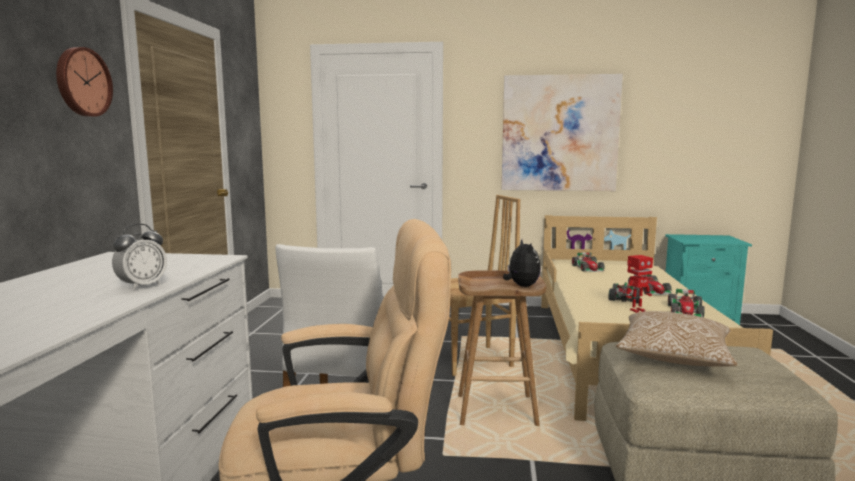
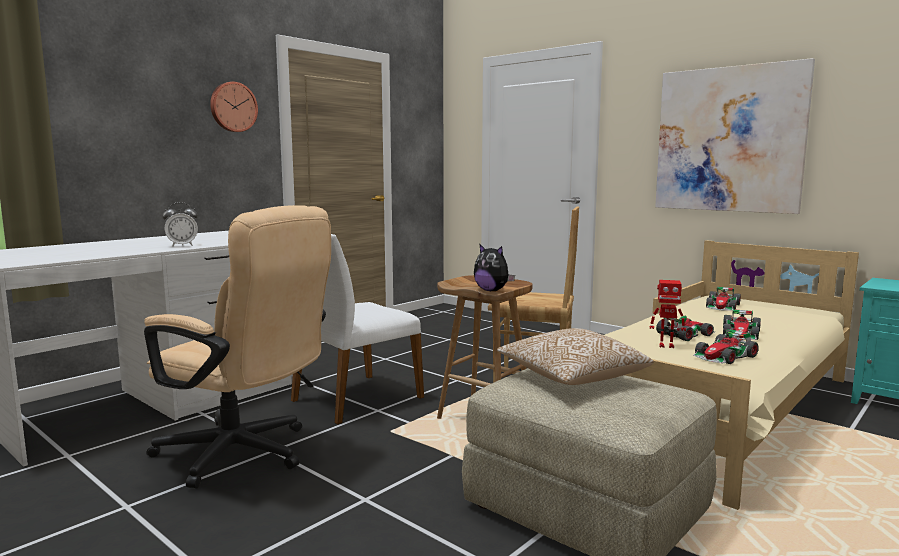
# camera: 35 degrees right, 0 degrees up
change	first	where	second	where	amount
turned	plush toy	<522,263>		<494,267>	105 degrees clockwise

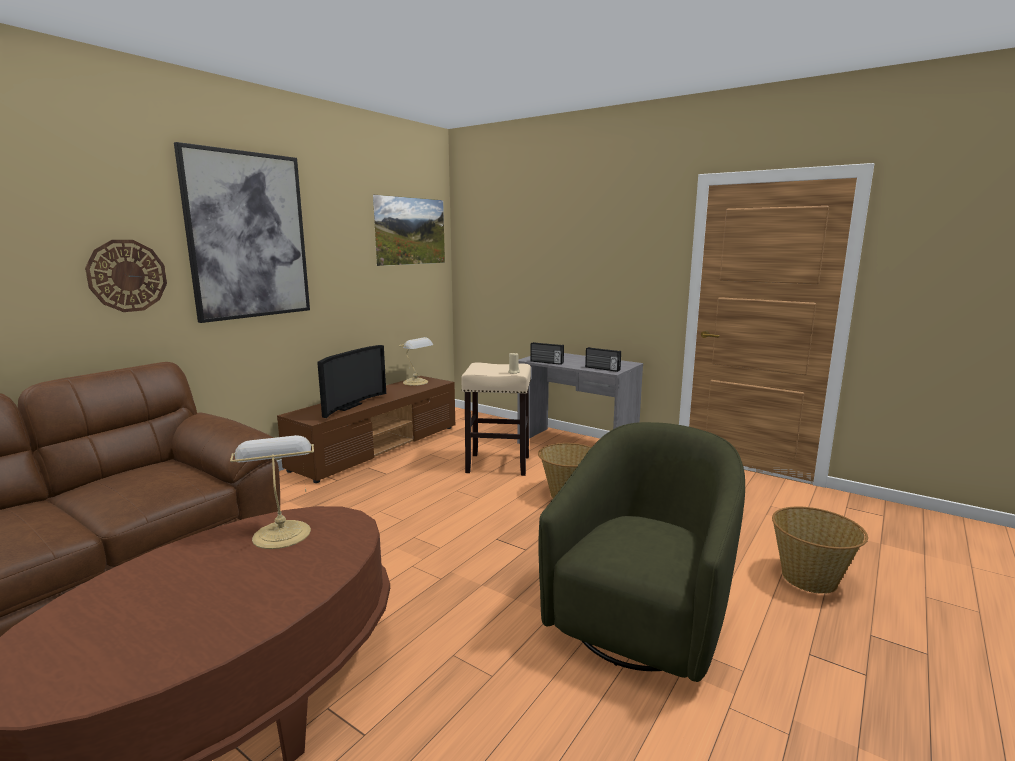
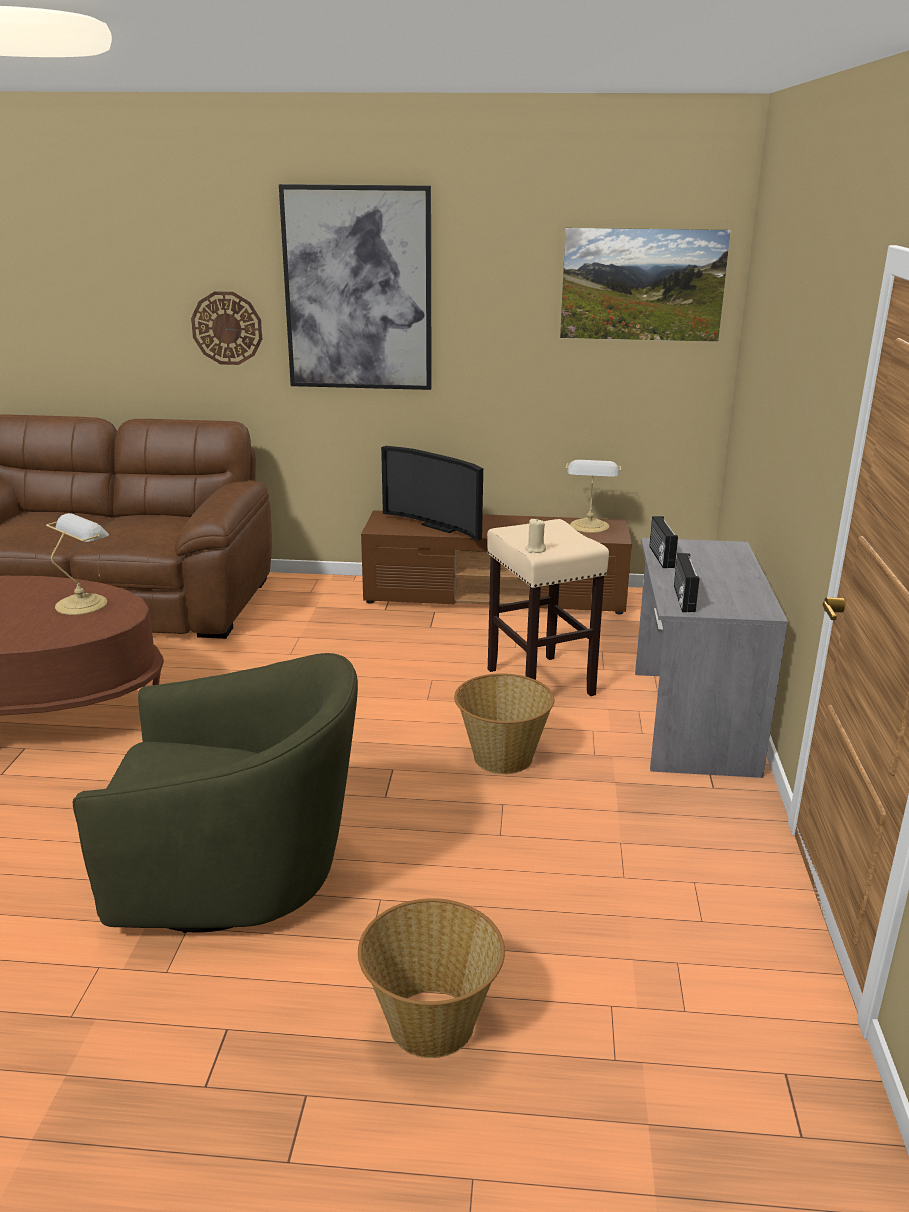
# camera: 60 degrees right, 10 degrees up
change	first	where	second	where	amount
turned	television	<351,381>		<432,493>	45 degrees clockwise

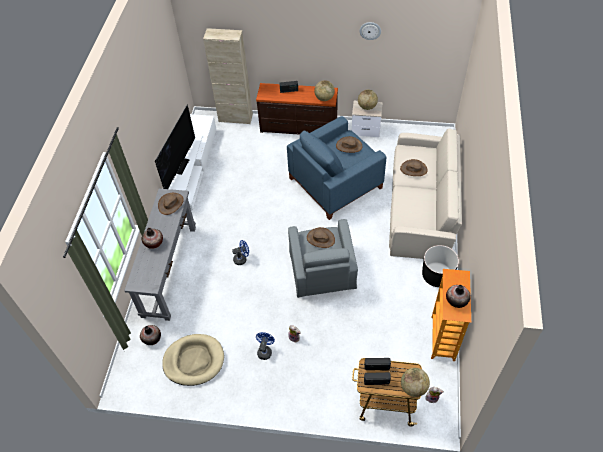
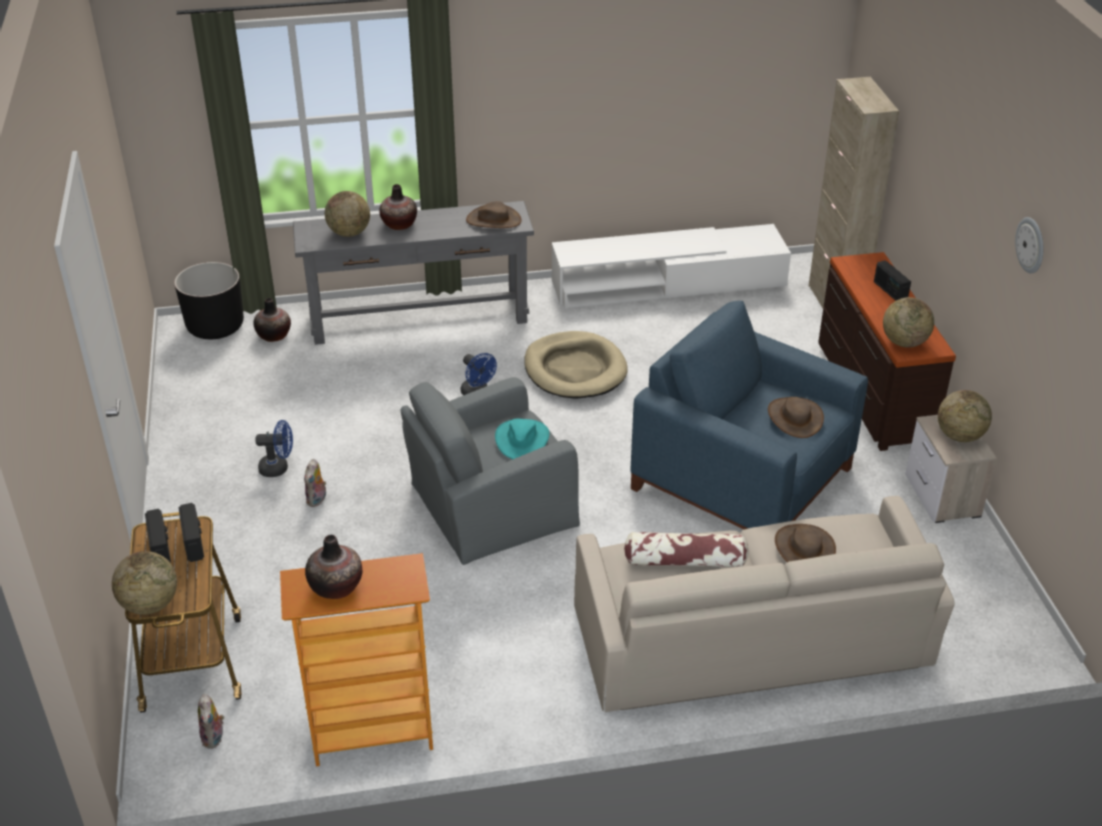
# camera: 70 degrees right, 15 degrees down
change	first	where	second	where	amount
removed	television	<175,146>			
moved	dog bed (beige)	<193,360>		<576,365>	
recoloured	hat (brown)	<321,237>	hat (turquoise)	<522,438>	
moved	planter (black)	<440,266>		<209,300>	
added			globe	<347,214>	
added			pillow	<686,549>	

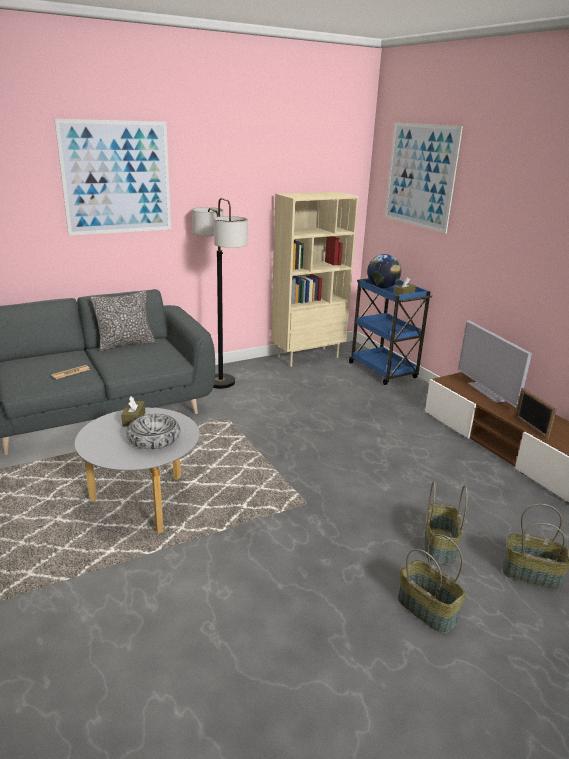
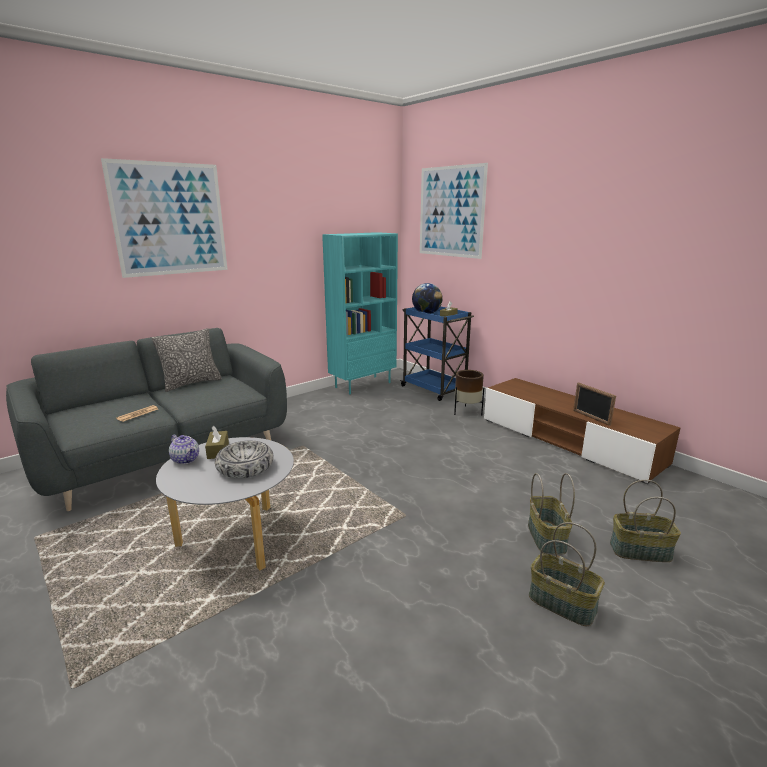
# camera: 10 degrees left, 5 degrees down
change	first	where	second	where	amount
removed	floor lamp	<220,293>			
recoloured	bookcase (beige)	<315,279>	bookcase (turquoise)	<360,313>	
removed	television	<495,364>			
added			teapot	<184,449>	
added			planter (brown)	<469,393>	

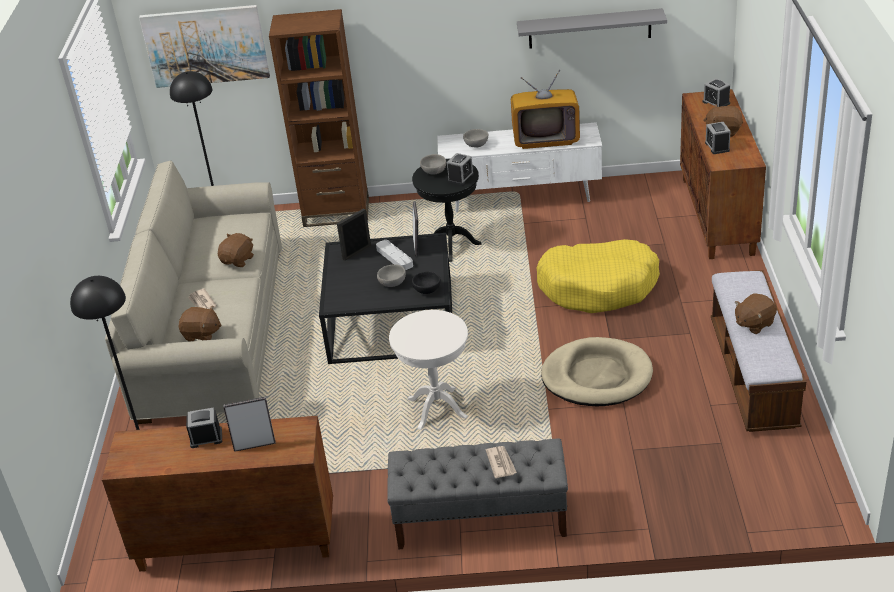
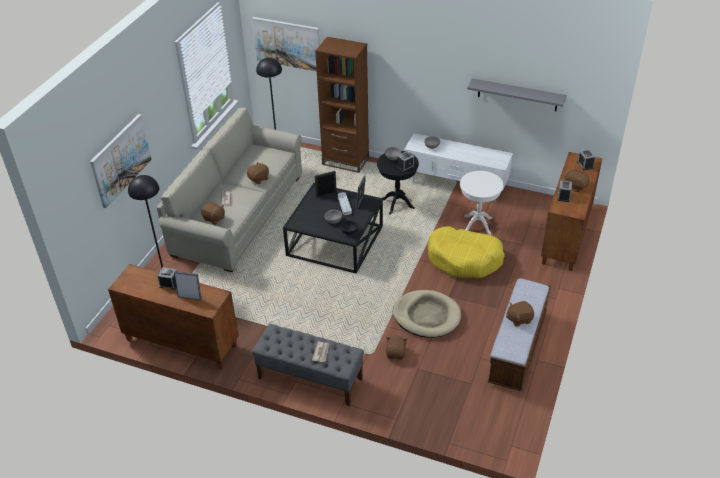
# camera: 20 degrees right, 5 degrees up
change	first	where	second	where	amount
moved	side table (white)	<428,370>		<481,203>	
removed	television	<545,109>			
added			picture	<121,161>	
added			plush toy (brown)	<396,348>	

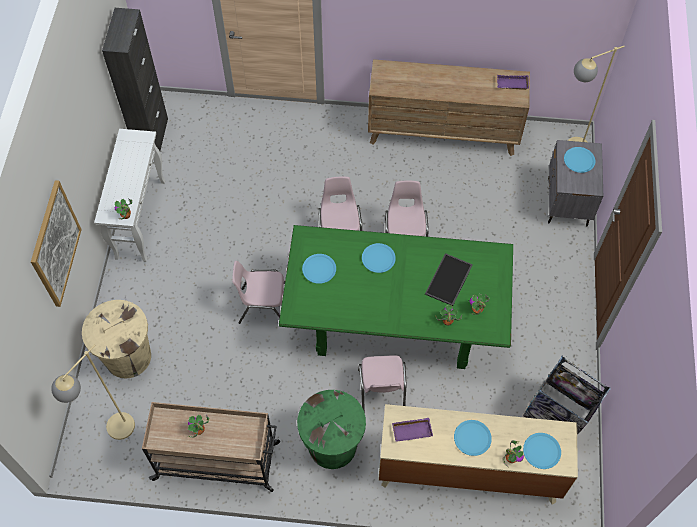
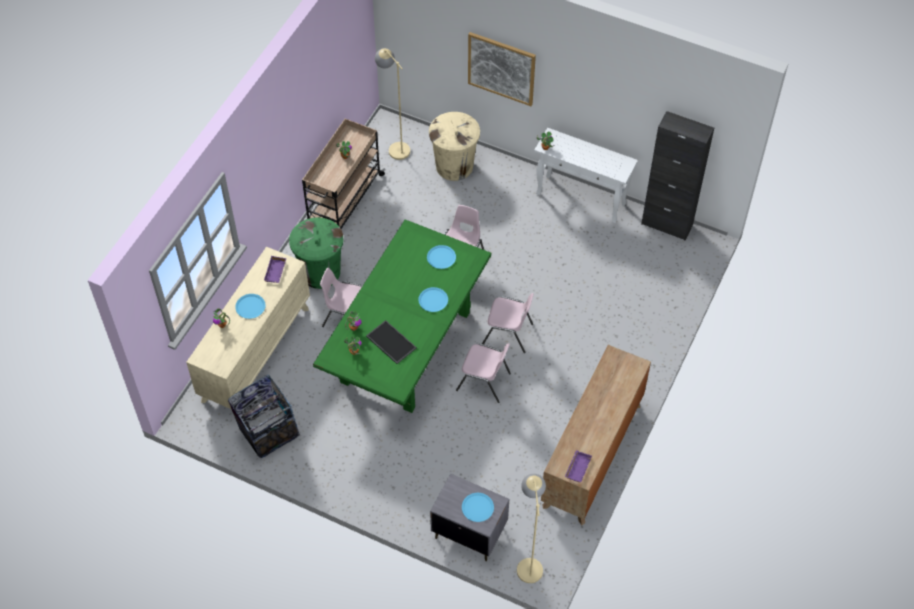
# camera: 110 degrees right, 5 degrees down
change	first	where	second	where	amount
removed	plate (blue)	<542,451>			

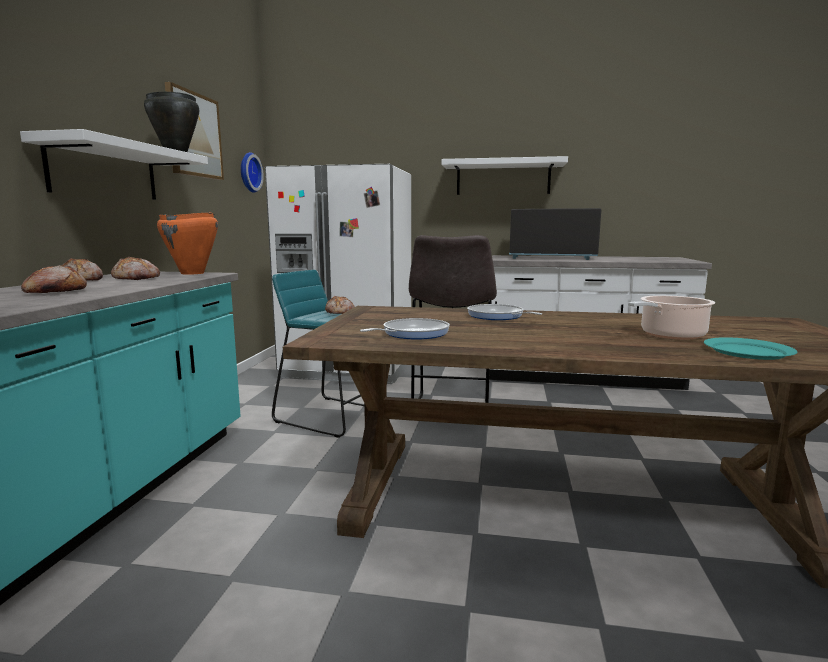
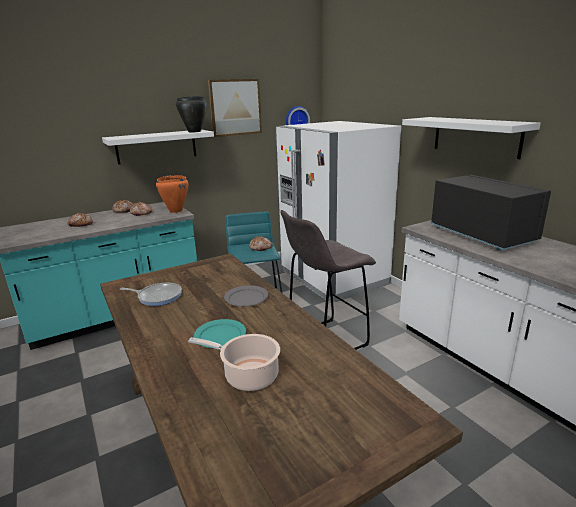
# camera: 50 degrees right, 10 degrees up
change	first	where	second	where	amount
replaced	frying pan	<504,312>	plate (grey)	<246,295>	
moved	plate (turquoise)	<750,348>		<220,333>	

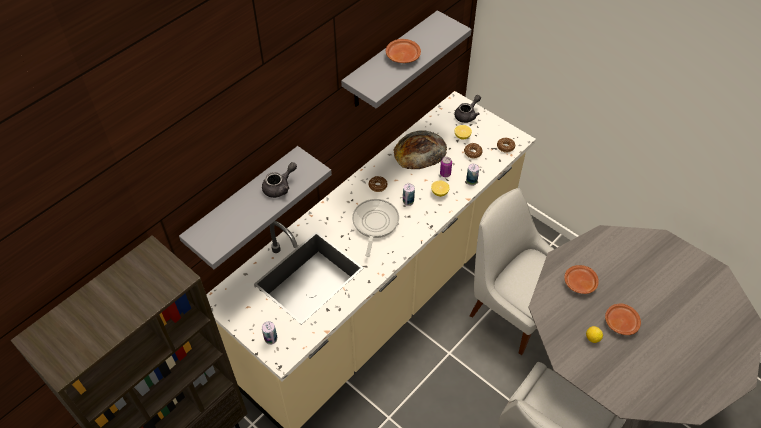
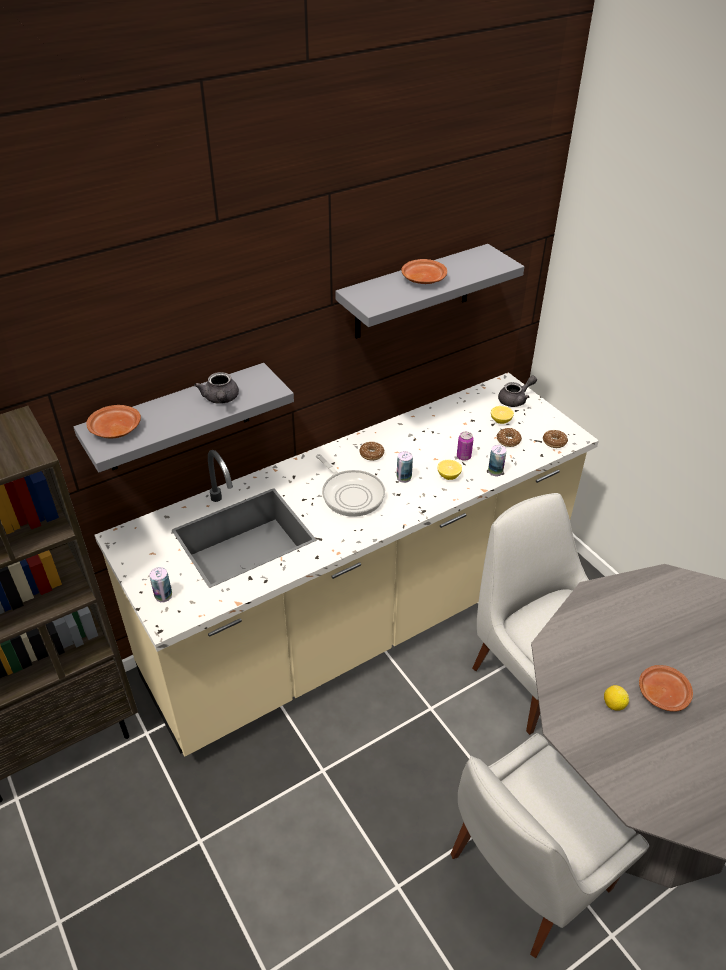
# camera: 15 degrees right, 10 degrees down
change	first	where	second	where	amount
turned	teapot (grey)	<279,180>		<216,388>	105 degrees clockwise
turned	frying pan	<375,228>		<350,485>	120 degrees clockwise
removed	bread	<420,149>			
moved	plate (brown)	<581,279>		<113,422>	

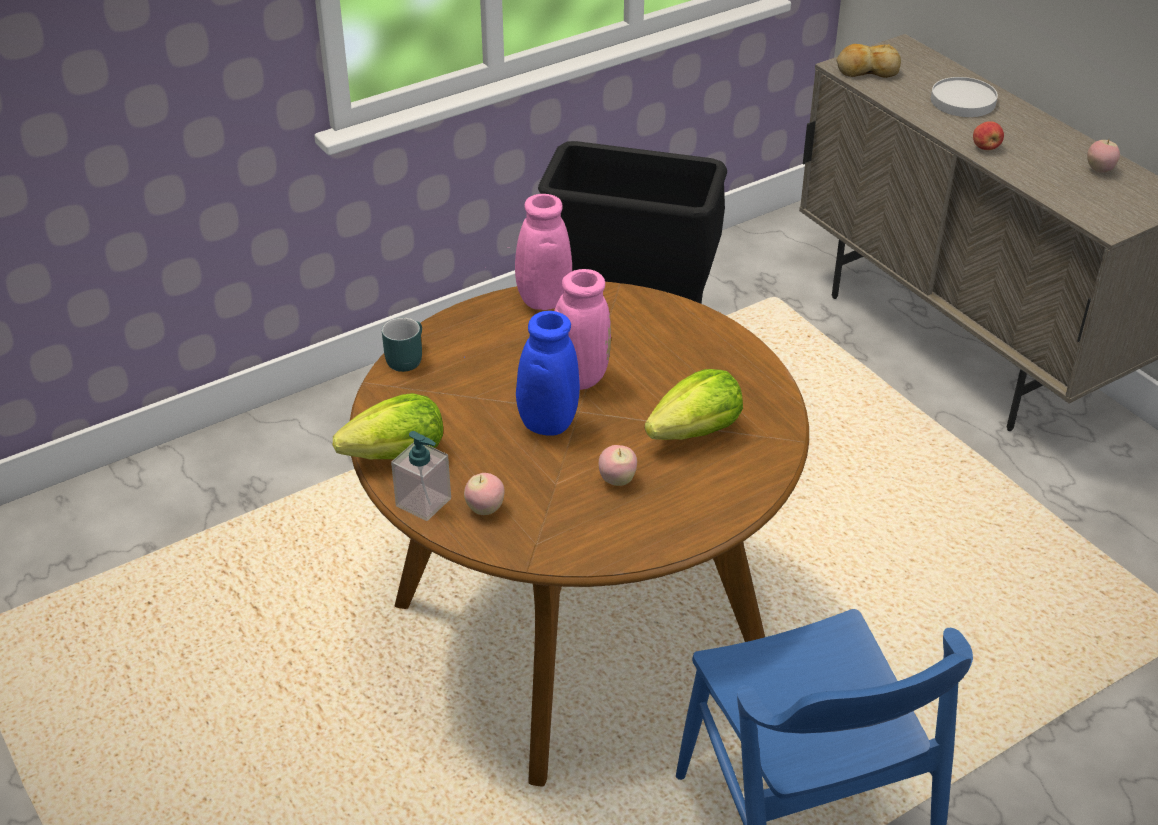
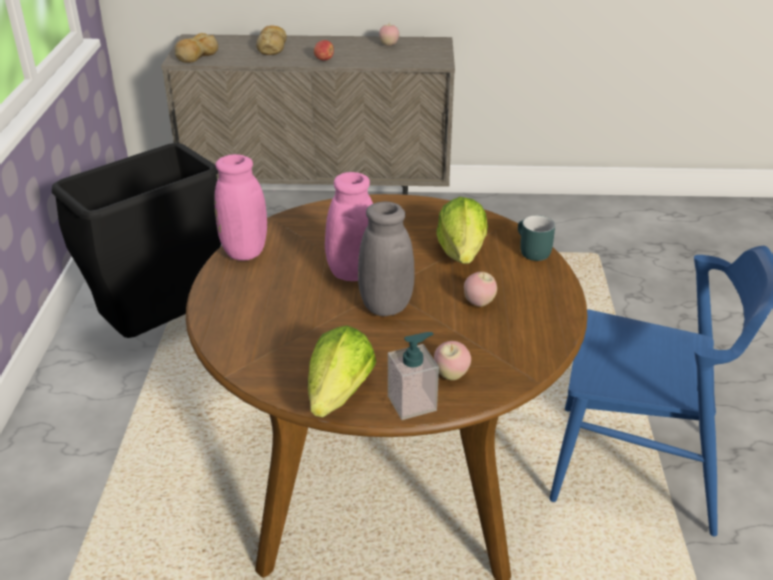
# camera: 55 degrees left, 5 degrees down
change	first	where	second	where	amount
moved	mug (turquoise)	<402,345>		<536,238>	
recoloured	vase (blue)	<521,373>	vase (grey)	<386,259>	
replaced	plate (white)	<964,97>	bread	<271,40>	

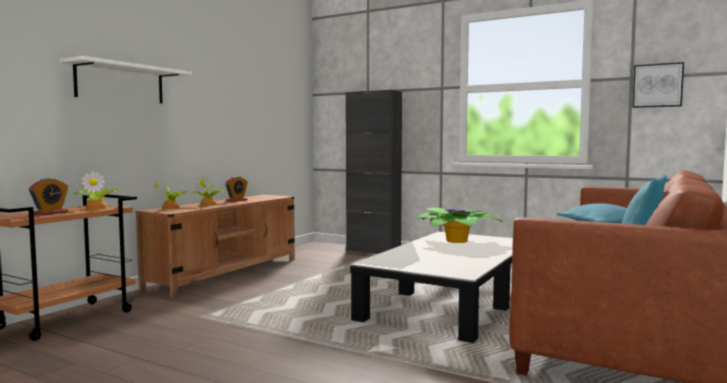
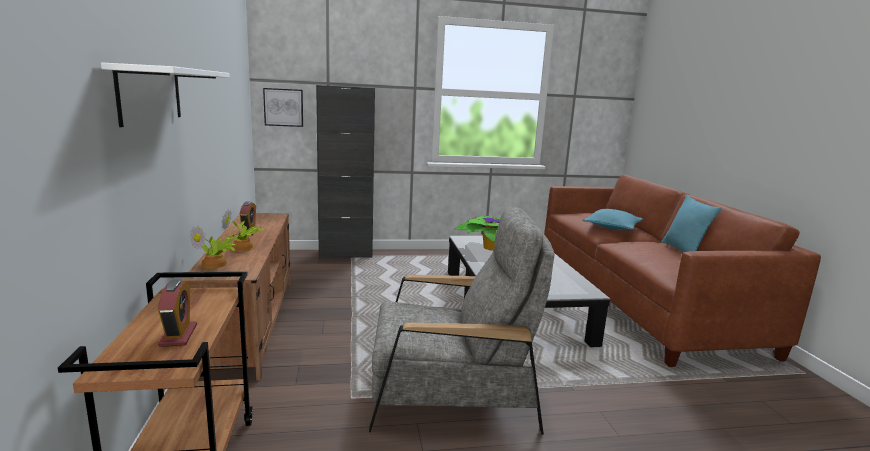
# camera: 40 degrees left, 10 degrees up
change	first	where	second	where	amount
removed	potted plant	<97,190>			
moved	picture	<658,85>		<283,107>	
added			armchair (grey)	<461,320>	

